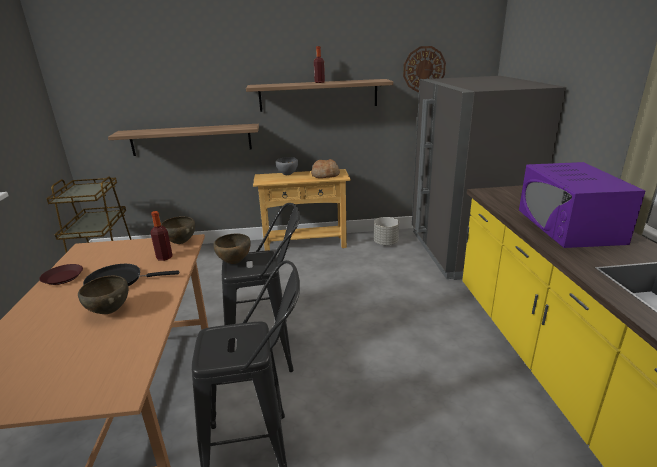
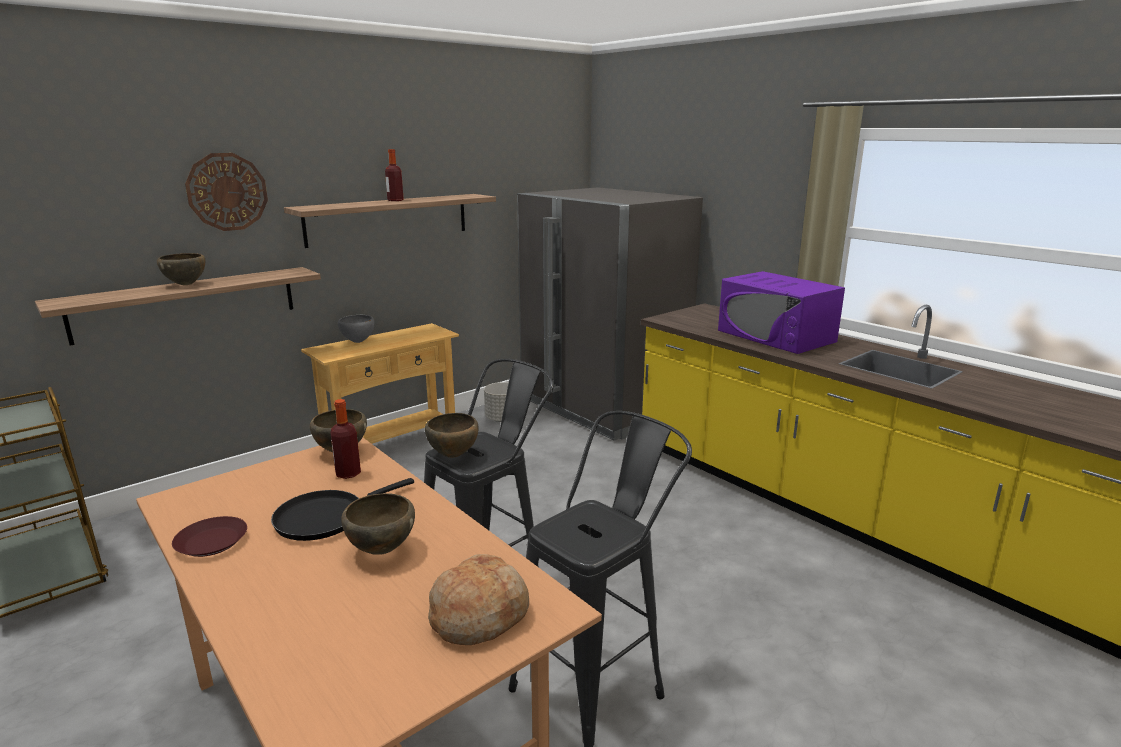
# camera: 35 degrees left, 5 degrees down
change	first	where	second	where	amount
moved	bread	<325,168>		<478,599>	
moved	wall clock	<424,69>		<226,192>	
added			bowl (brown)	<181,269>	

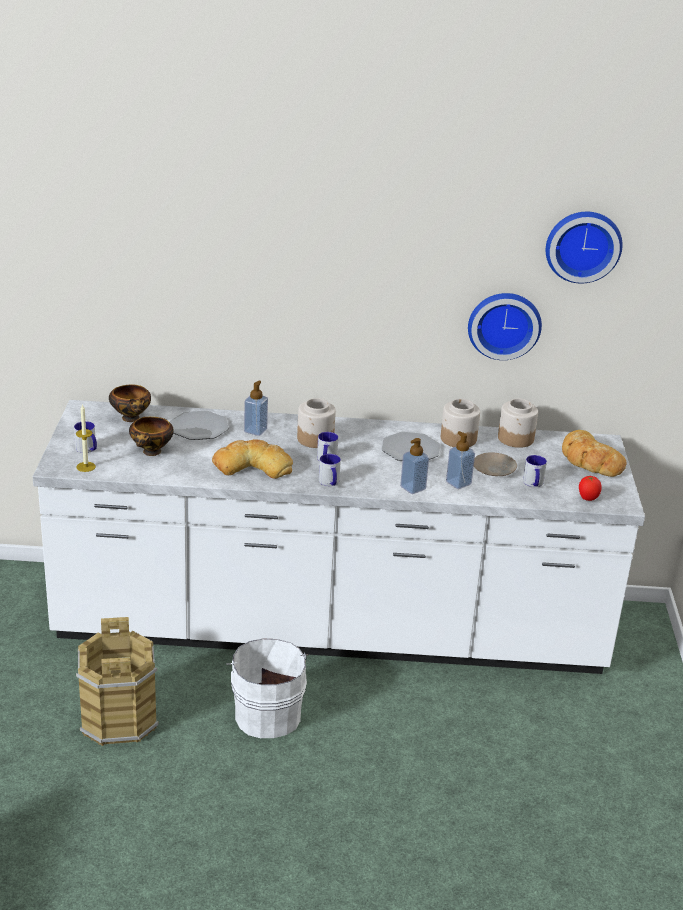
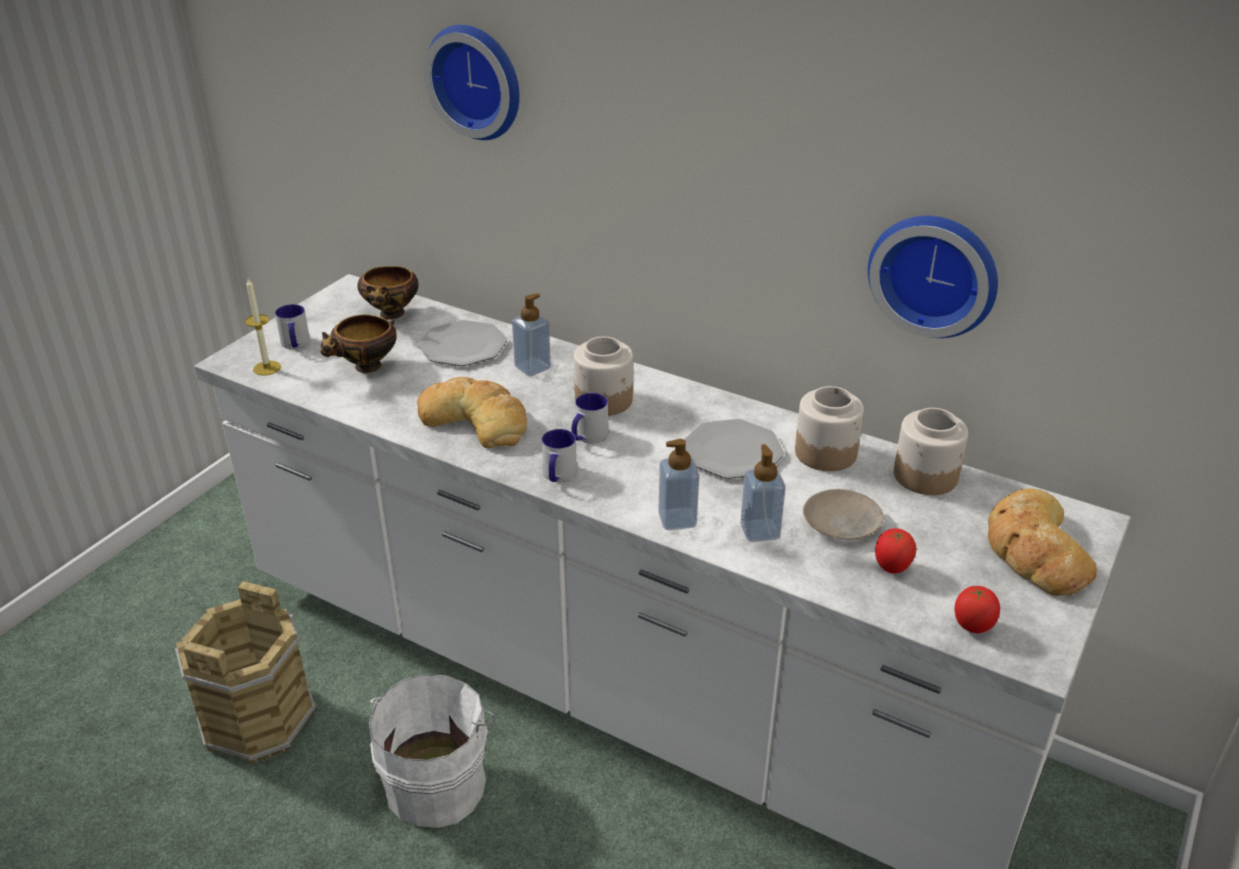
# camera: 30 degrees right, 5 degrees up
change	first	where	second	where	amount
replaced	mug	<535,471>	tomato	<895,551>	
moved	wall clock	<584,248>		<472,82>	

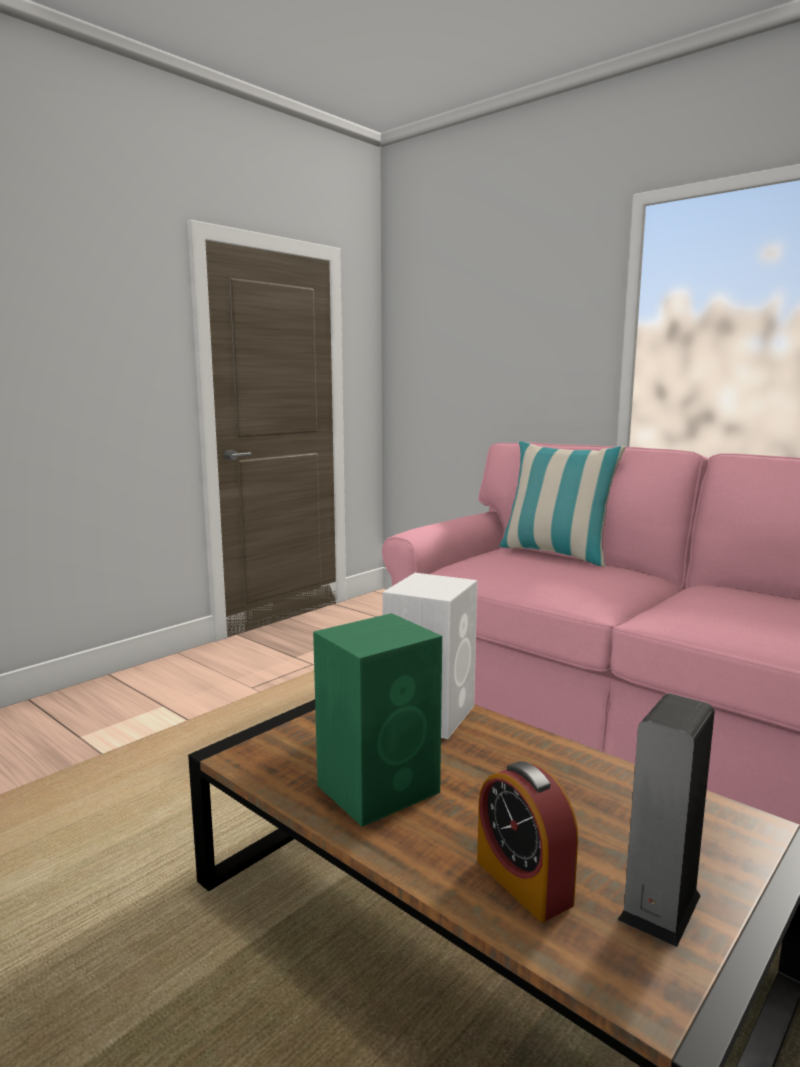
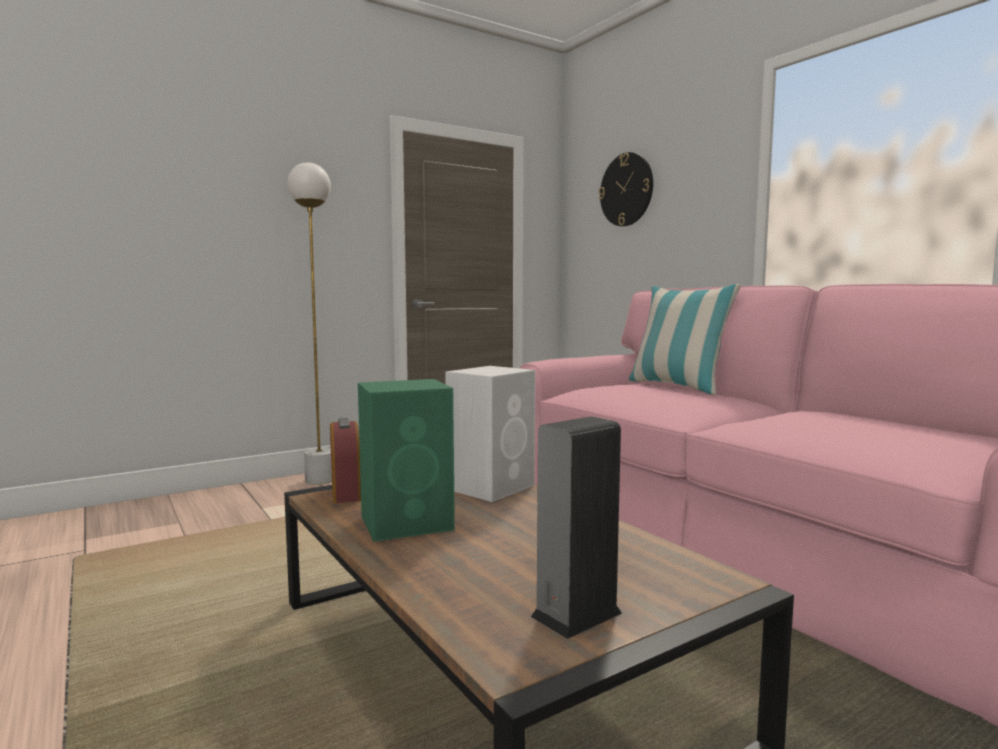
# camera: 15 degrees right, 5 degrees down
change	first	where	second	where	amount
moved	alarm clock	<527,841>		<345,460>	
added			floor lamp (white)	<309,323>	
added			wall clock	<626,189>	

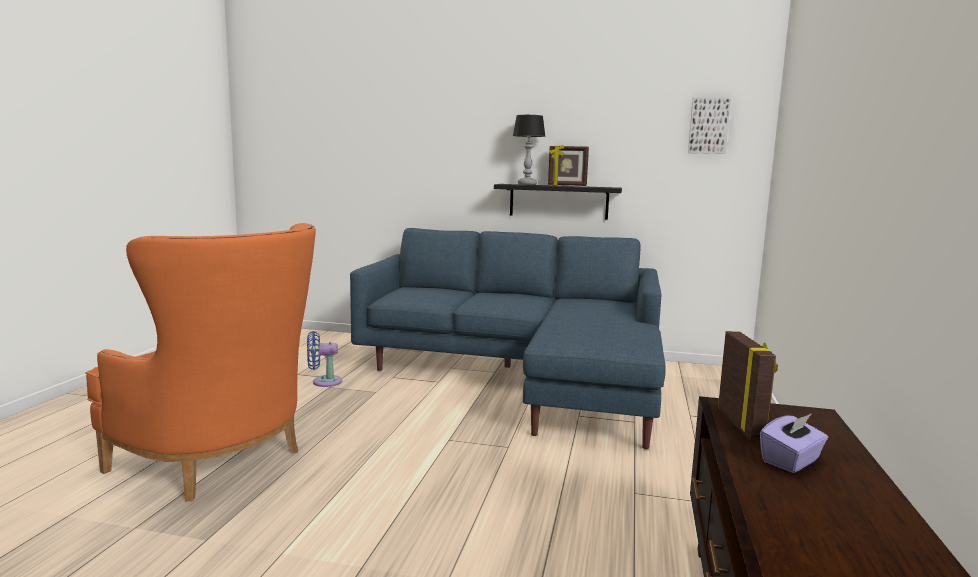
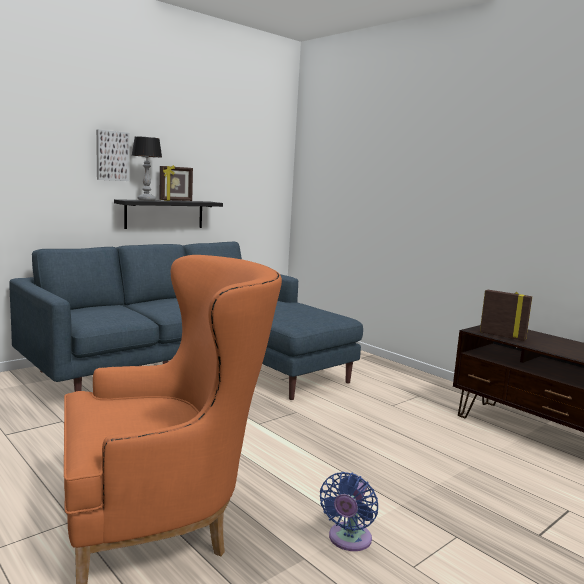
# camera: 55 degrees left, 0 degrees up
change	first	where	second	where	amount
moved	fan (blue)	<324,359>		<349,511>	
moved	picture	<709,126>		<112,155>	
removed	tissue box (purple)	<794,443>			

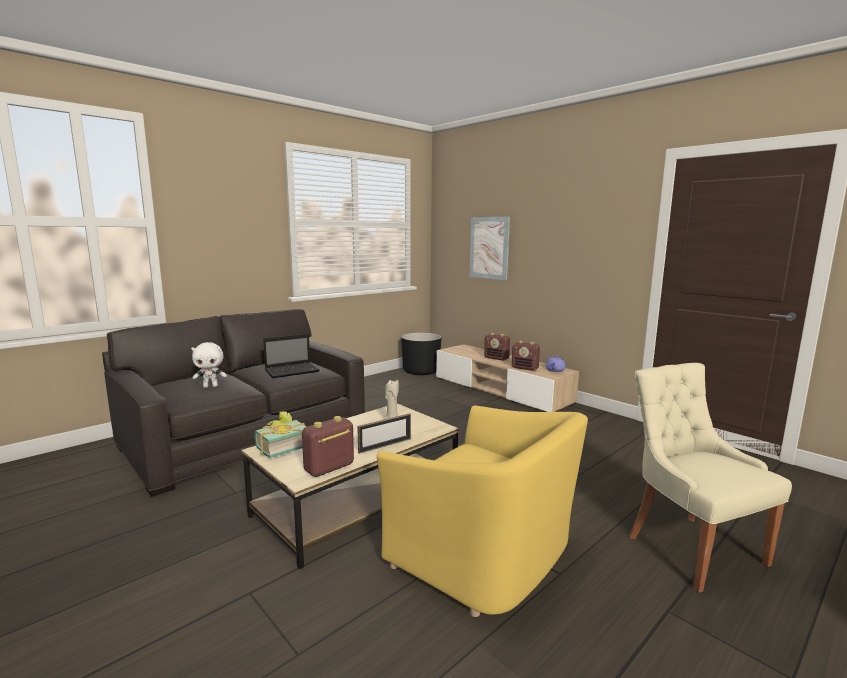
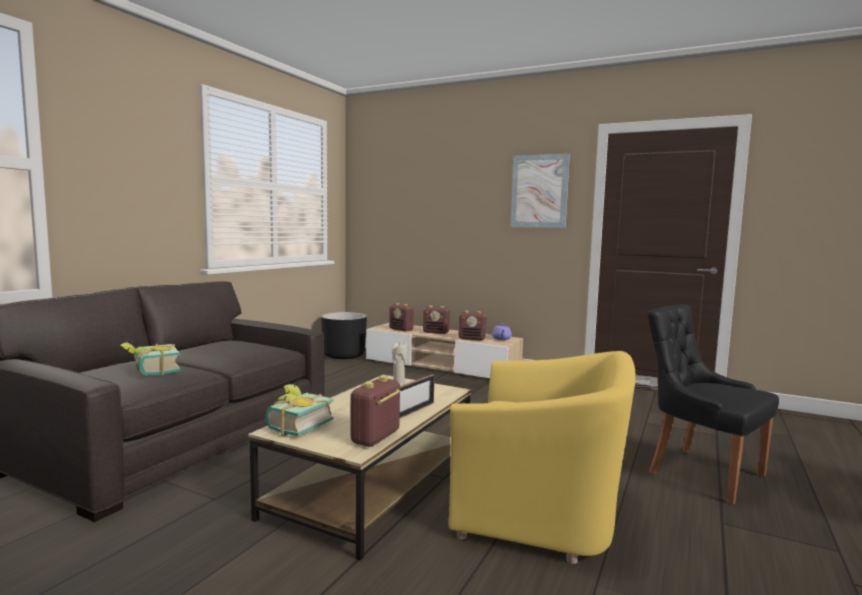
# camera: 20 degrees left, 5 degrees down
change	first	where	second	where	amount
replaced	plush toy (white)	<209,365>	book	<150,359>	
removed	laptop	<291,356>			
moved	picture	<490,248>		<540,190>	
recoloured	chair (beige)	<710,478>	chair (black)	<713,404>	
added			radio	<401,317>	

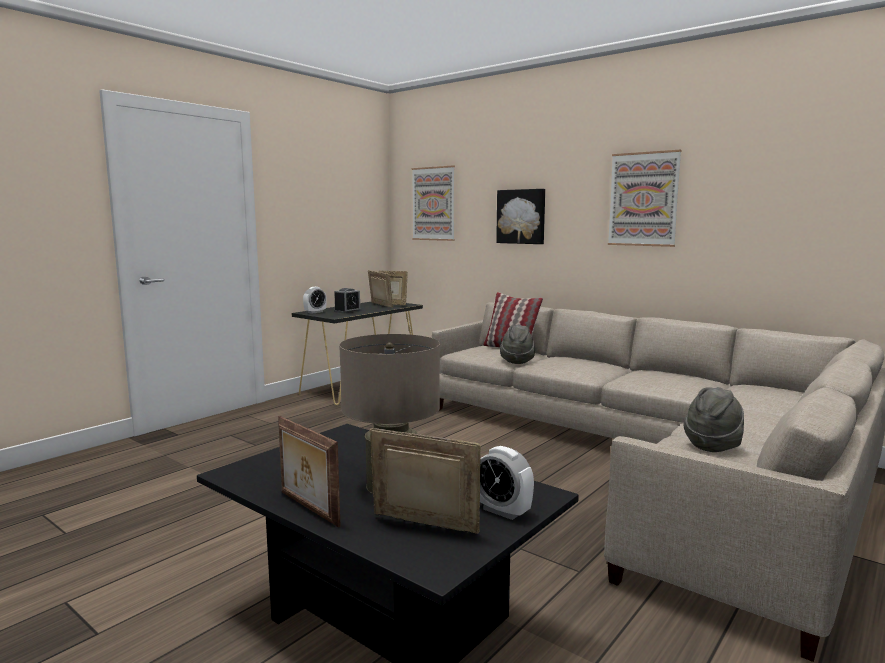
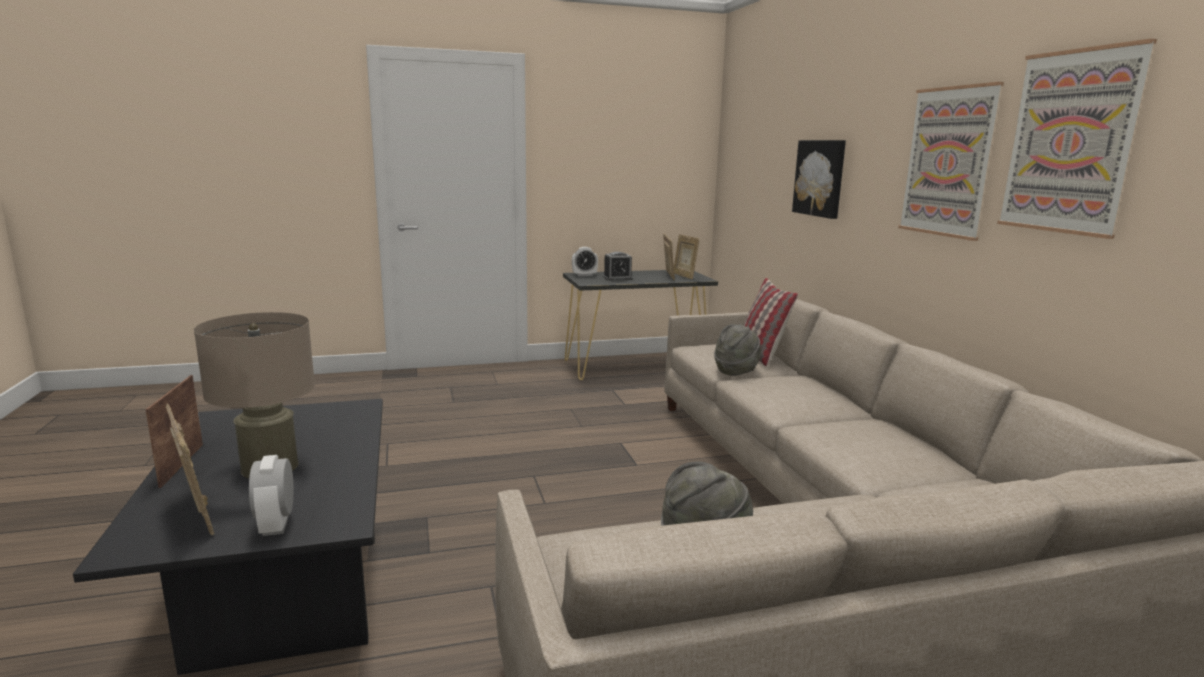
# camera: 35 degrees right, 5 degrees up
change	first	where	second	where	amount
moved	picture	<433,203>		<1077,139>	

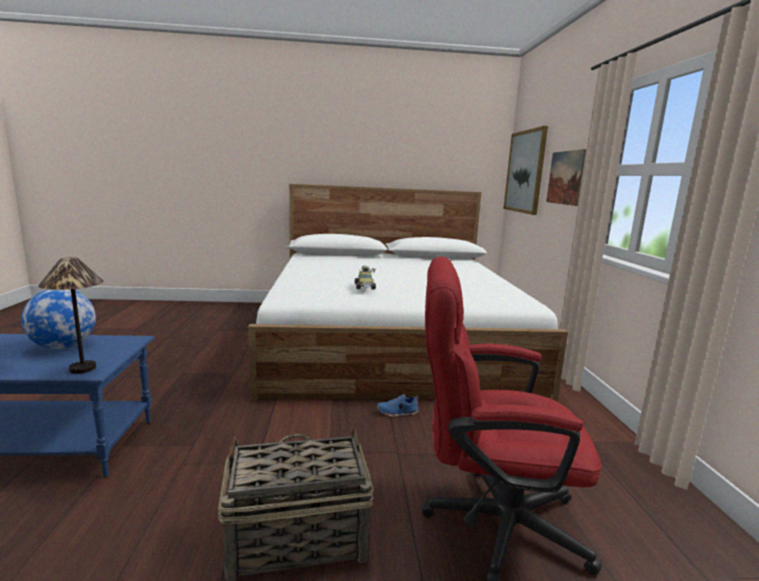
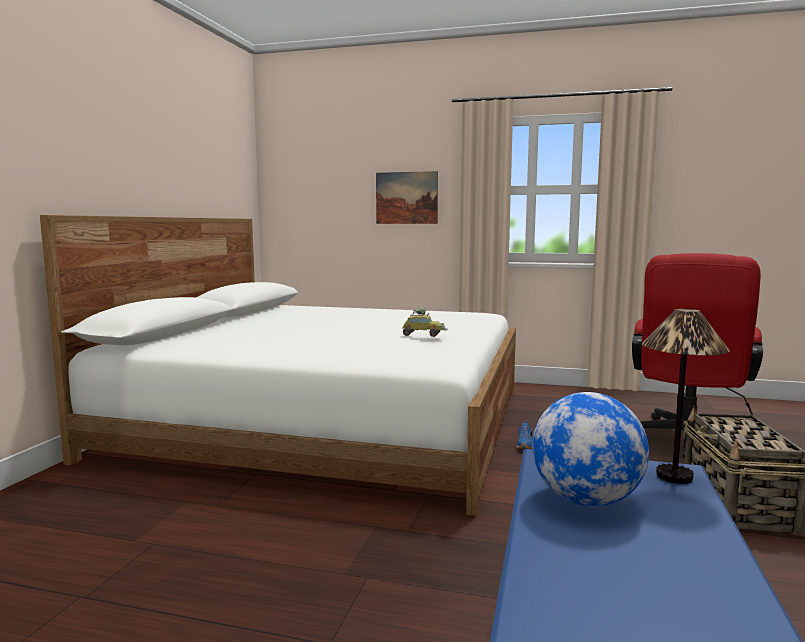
# camera: 70 degrees left, 5 degrees down
change	first	where	second	where	amount
removed	picture	<525,170>			

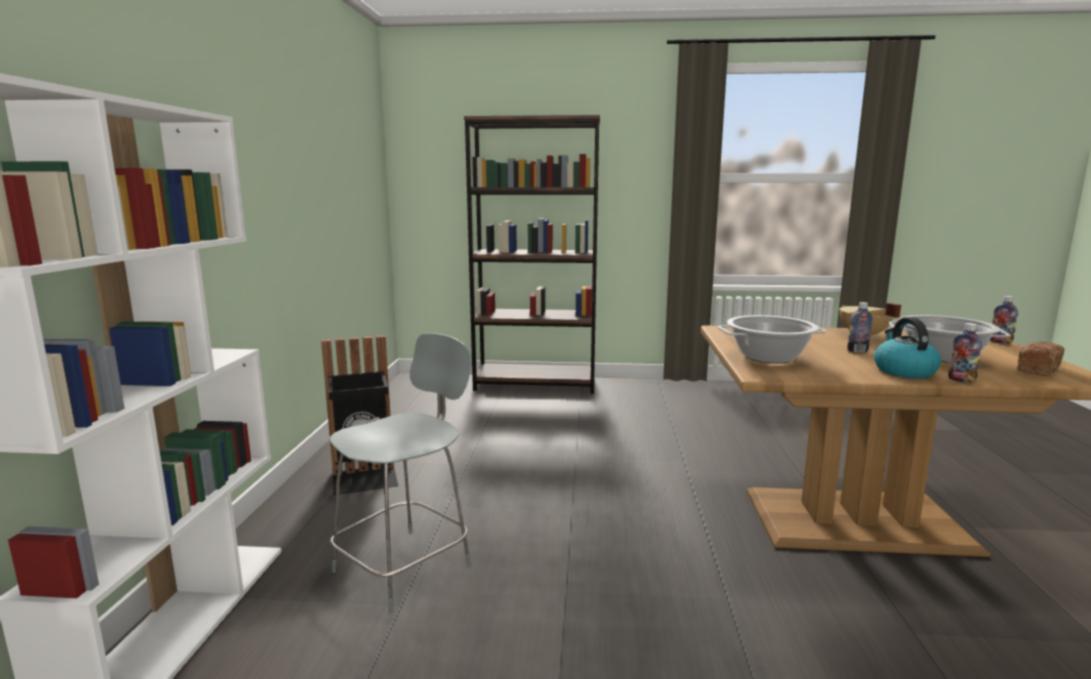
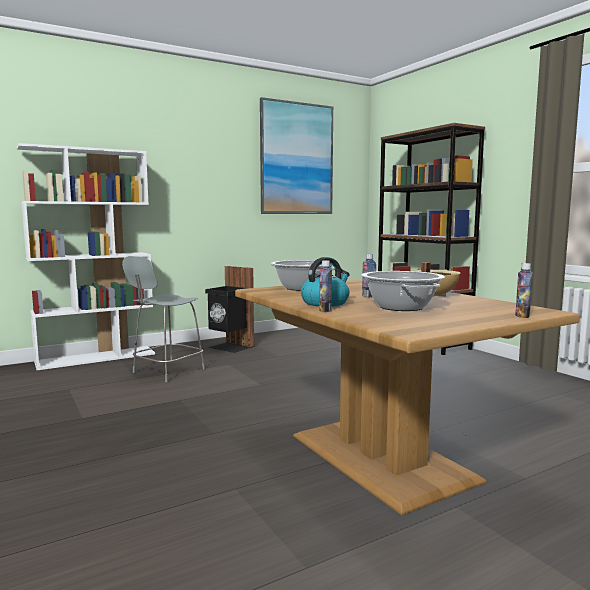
# camera: 55 degrees right, 5 degrees down
change	first	where	second	where	amount
turned	chair (grey)	<401,473>		<163,319>	120 degrees clockwise
removed	bread	<1041,359>			
added			picture	<296,155>	

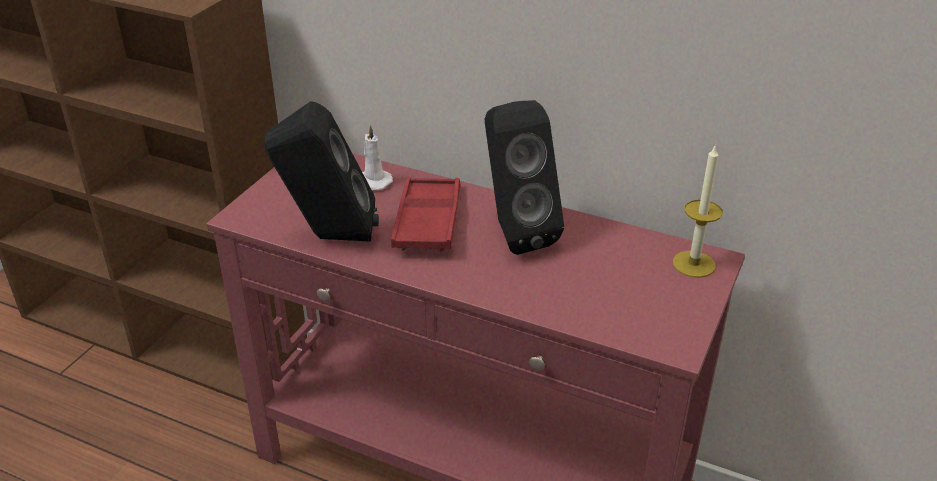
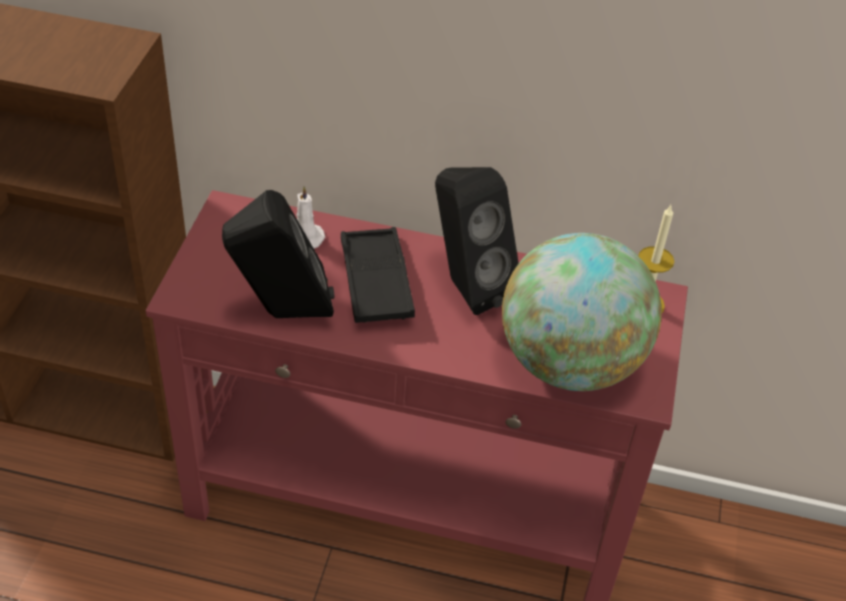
# camera: 15 degrees left, 10 degrees up
change	first	where	second	where	amount
recoloured	tray (red)	<426,214>	tray (black)	<378,275>	
added			globe	<582,312>	

